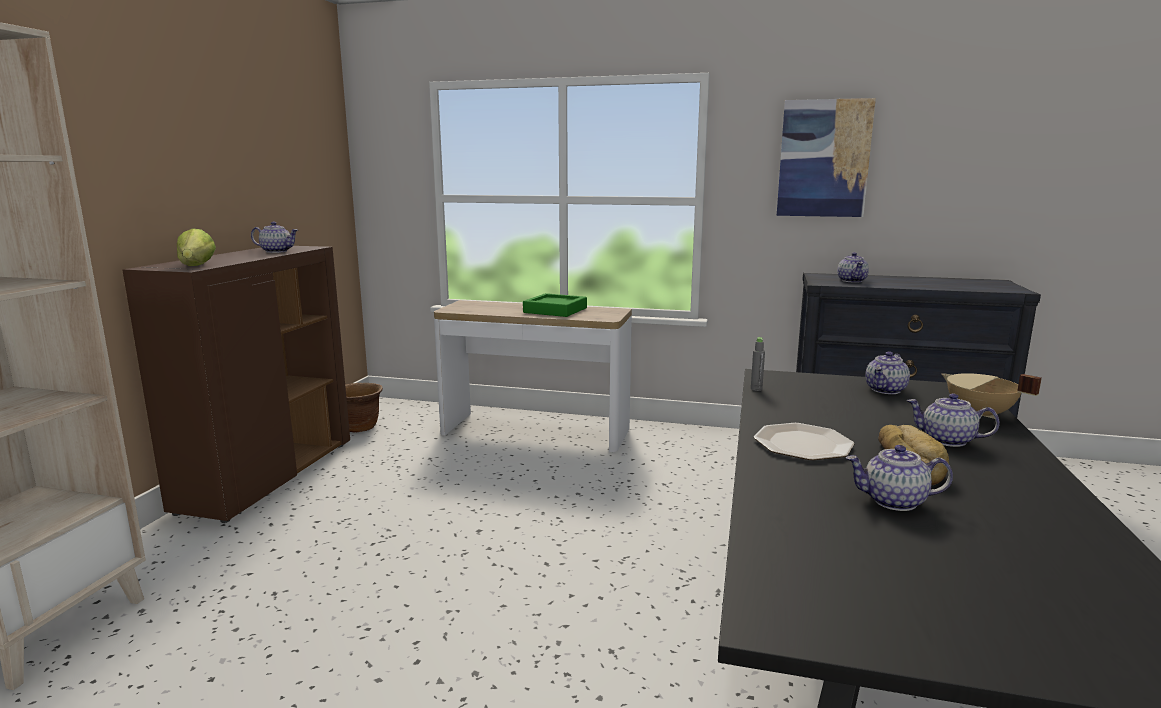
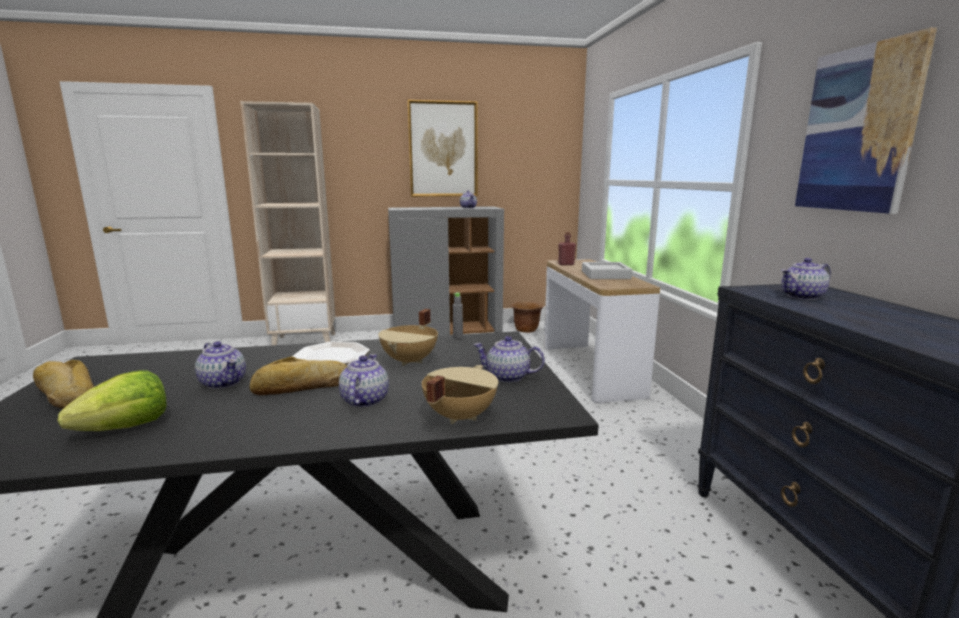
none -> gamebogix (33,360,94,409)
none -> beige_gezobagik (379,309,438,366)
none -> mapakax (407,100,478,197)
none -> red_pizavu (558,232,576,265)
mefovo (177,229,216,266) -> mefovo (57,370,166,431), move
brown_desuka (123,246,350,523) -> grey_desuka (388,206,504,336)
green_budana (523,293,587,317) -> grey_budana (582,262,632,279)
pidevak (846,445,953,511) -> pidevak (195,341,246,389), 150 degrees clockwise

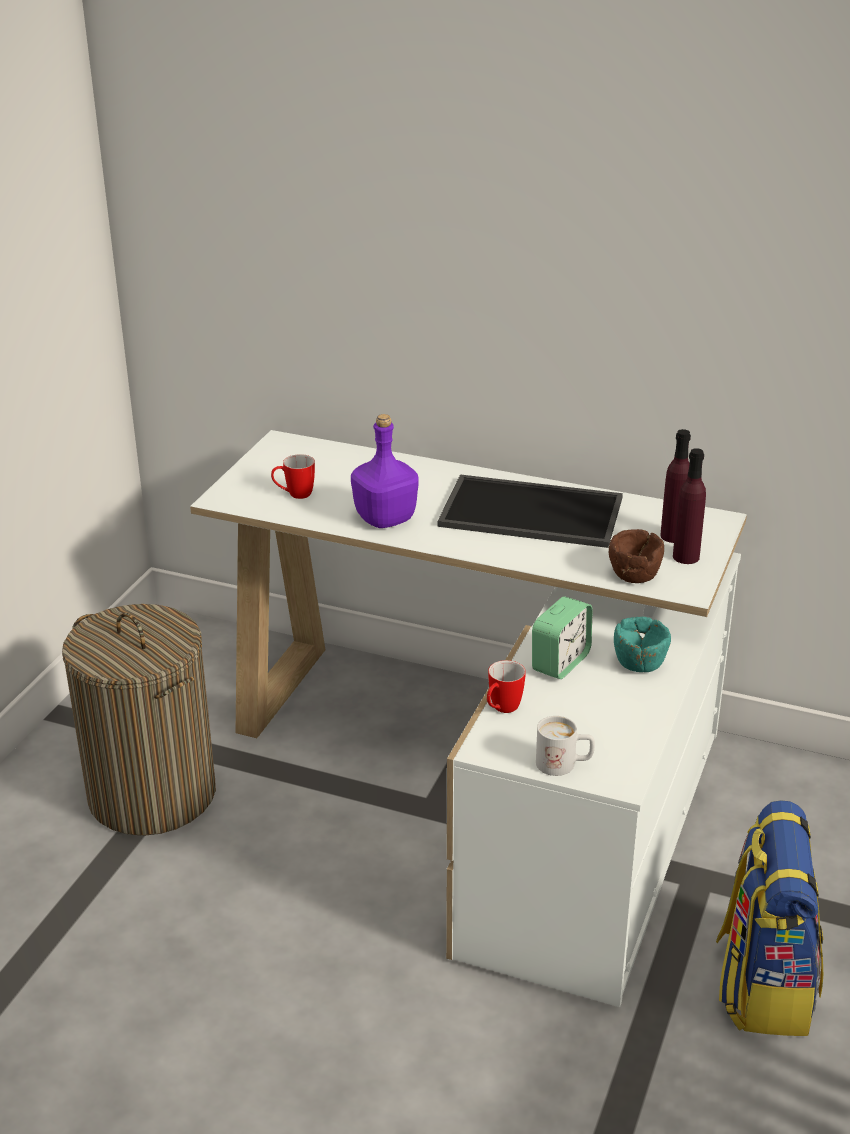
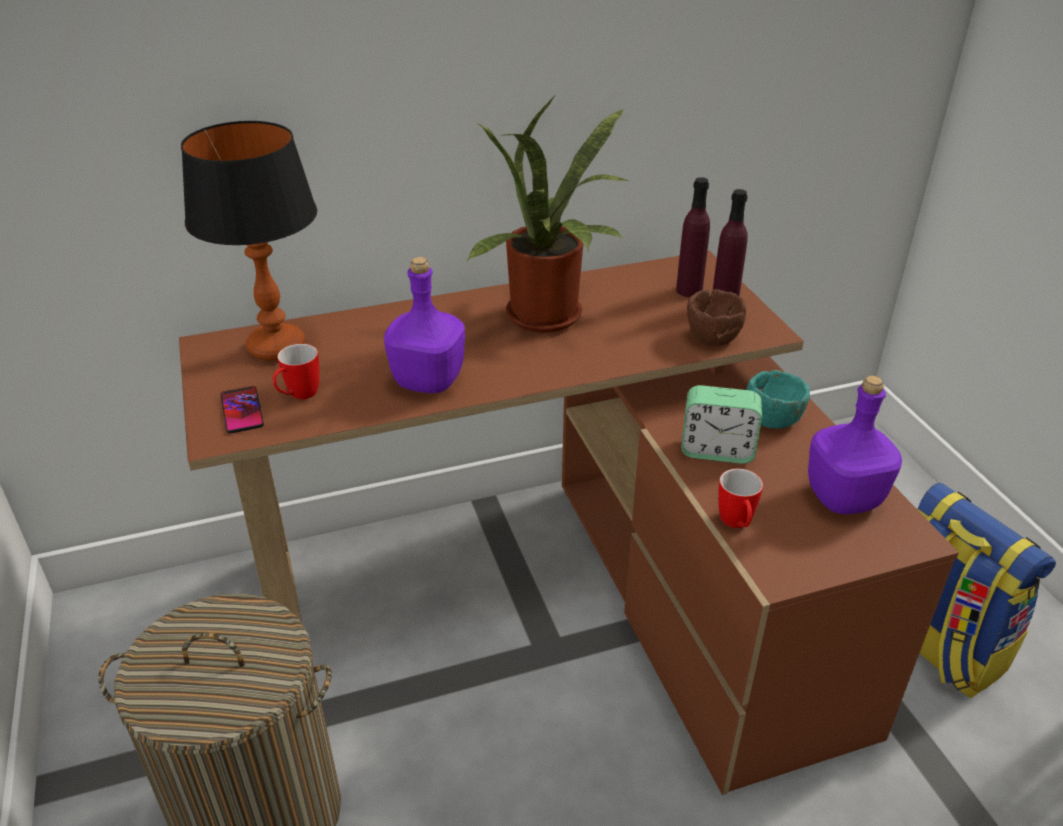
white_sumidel (536,716,595,776) -> none
none -> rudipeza (181,121,317,361)
none -> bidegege (220,386,264,433)
none -> purple_pizavu (808,376,902,514)
budana (437,475,623,548) -> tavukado (466,97,628,333)
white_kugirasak (190,430,747,1007) -> brown_kugirasak (179,251,959,795)
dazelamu (532,596,592,679) -> dazelamu (681,385,762,464), 105 degrees clockwise

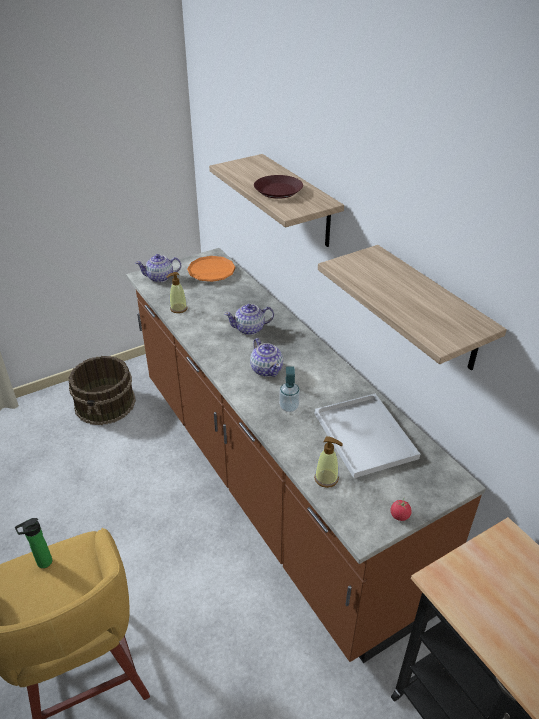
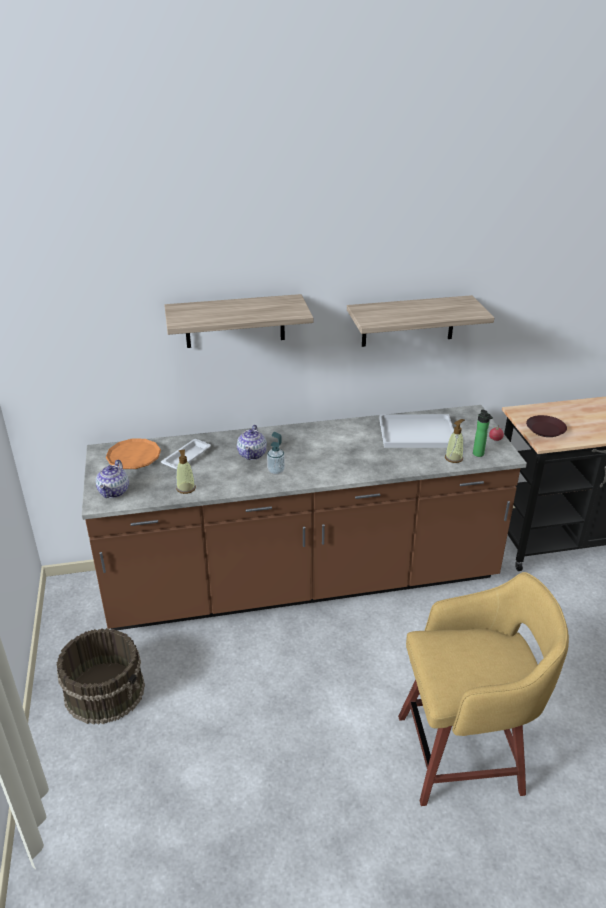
pidevak (250,338,283,377) -> none
none -> white_budana (161,439,211,469)
pizavu (15,518,52,568) -> pizavu (473,409,493,457), move
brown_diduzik (254,175,303,199) -> brown_diduzik (526,415,567,437), move
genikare (279,366,300,412) -> genikare (267,432,285,474), move

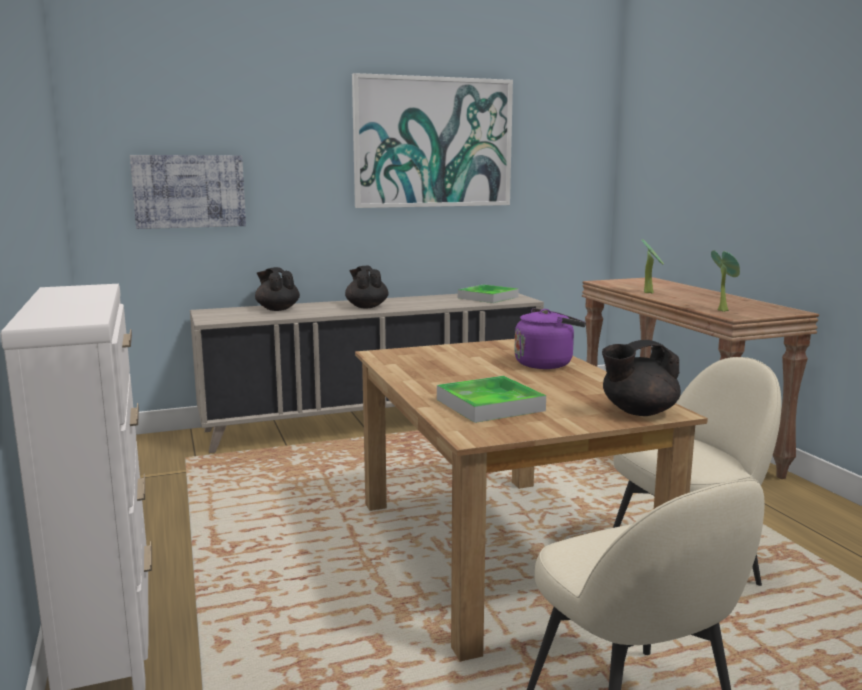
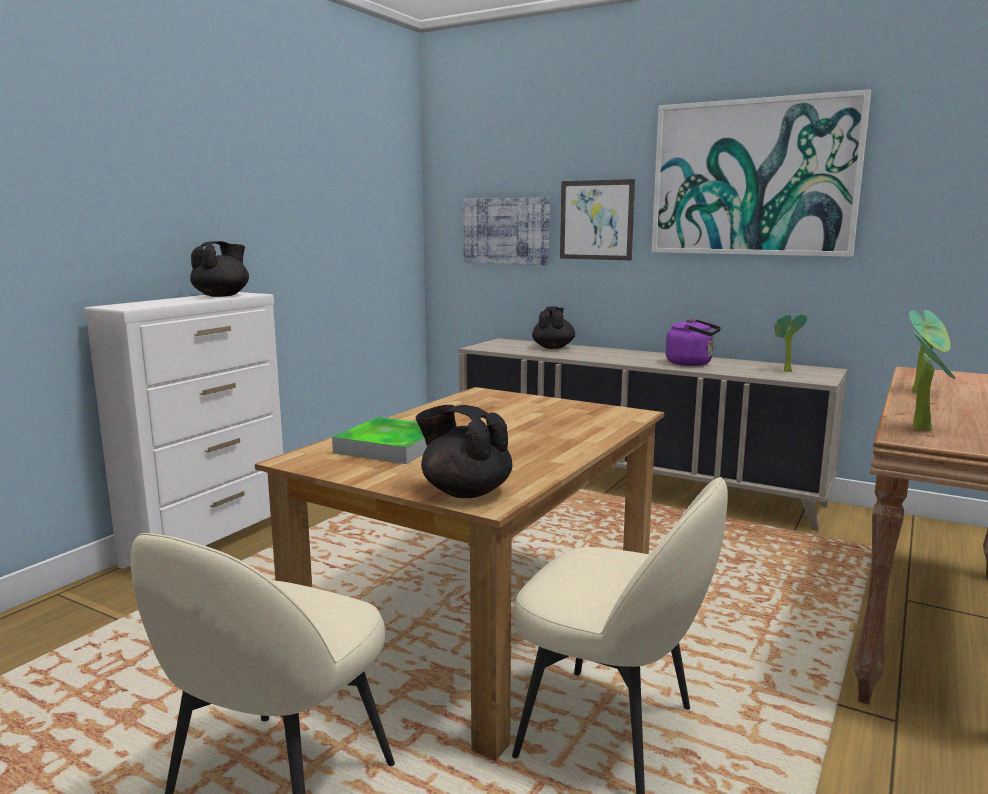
none -> mapakax (560,179,635,260)
black_pidevak (345,265,389,309) -> black_pidevak (190,241,249,297), move
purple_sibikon (514,308,586,369) -> purple_sibikon (666,319,721,366), move
budana (458,284,519,303) -> tavukado (775,314,807,372)

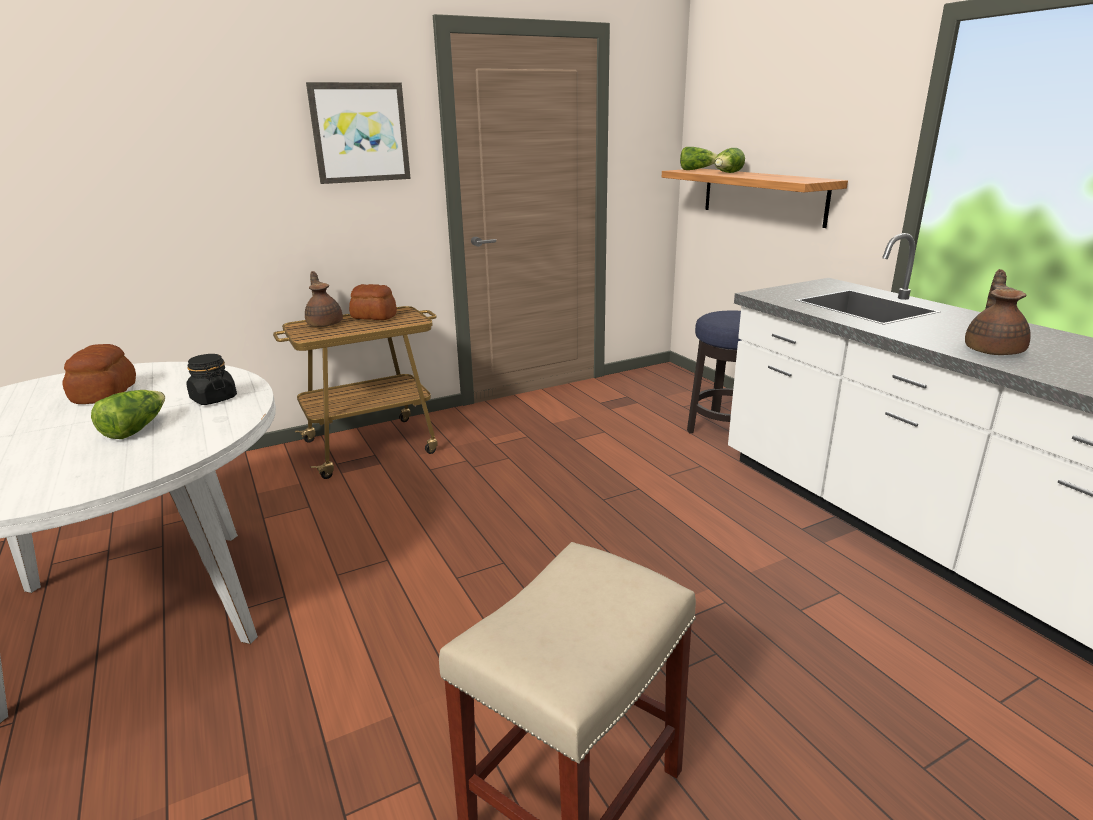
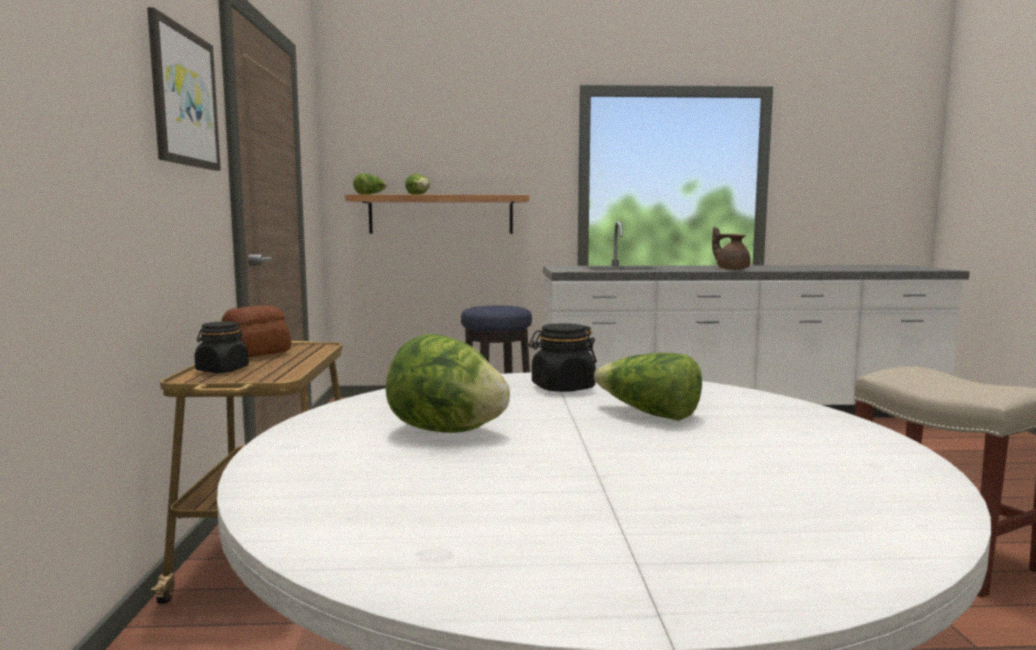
gamebogix (62,344,136,404) -> mefovo (386,334,510,433)
brown_pidevak (305,271,343,327) -> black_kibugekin (194,321,249,373)

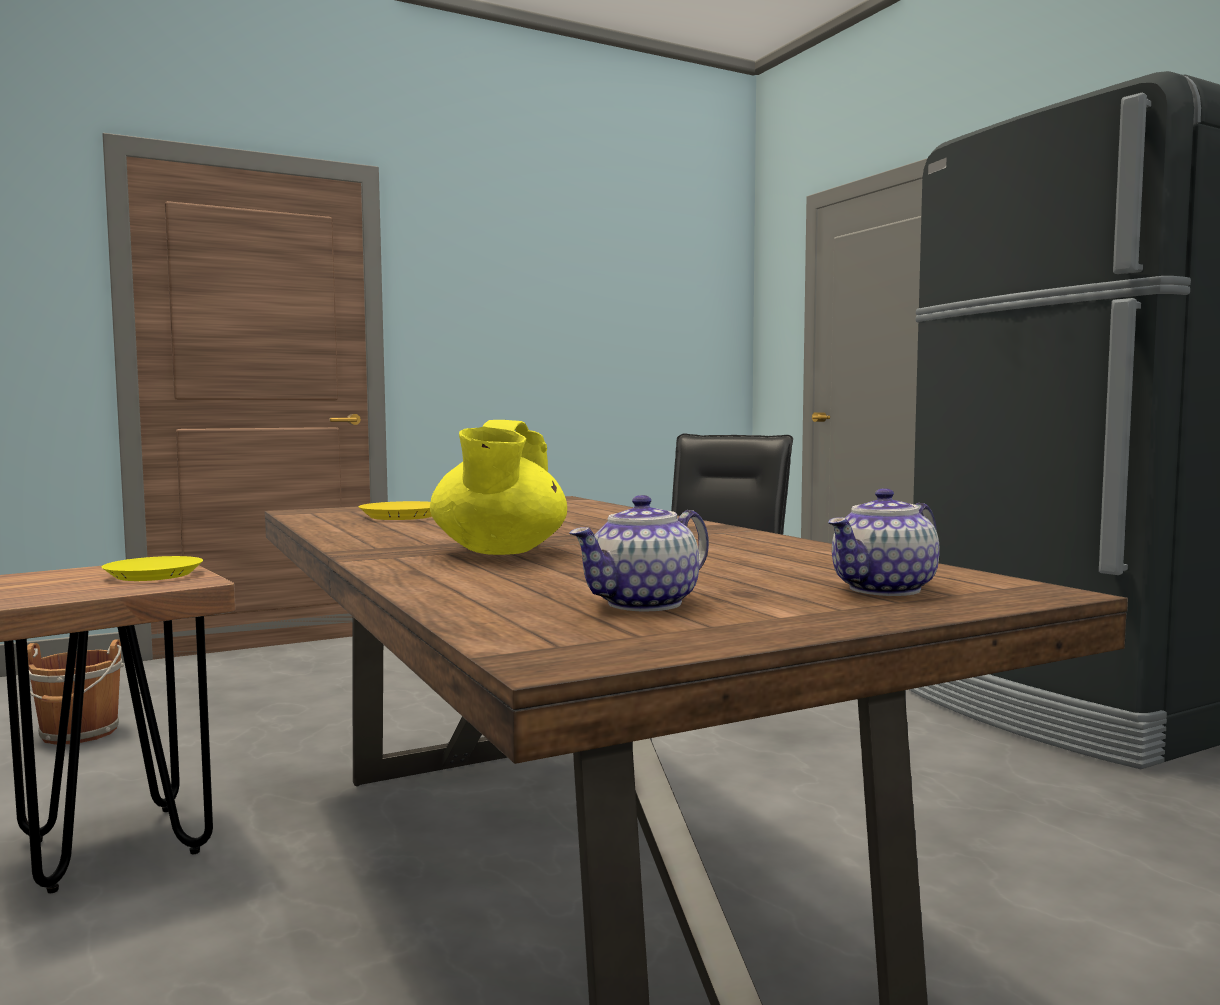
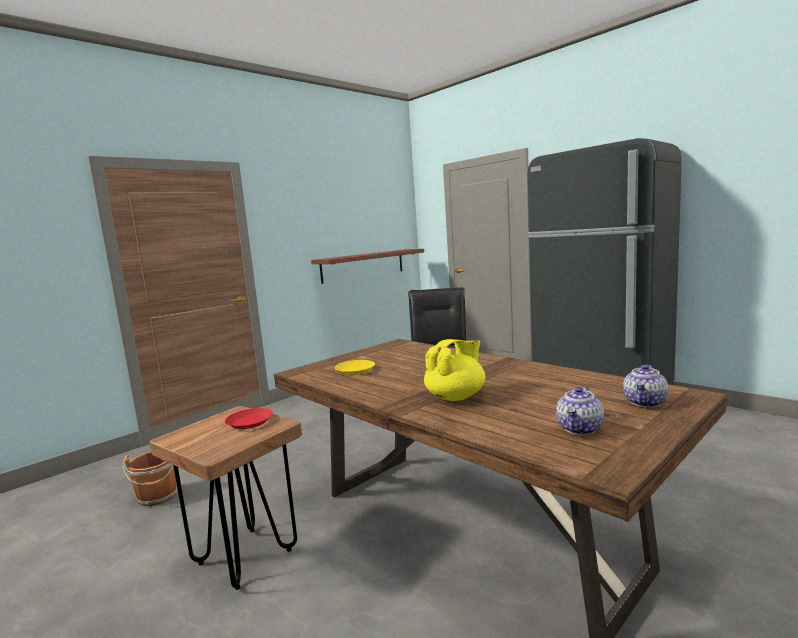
none -> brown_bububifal (311,249,424,284)
yellow_diduzik (102,556,203,581) -> red_diduzik (225,408,273,429)
yellow_pidevak (430,420,567,555) -> yellow_pidevak (424,339,485,401), 120 degrees counterclockwise

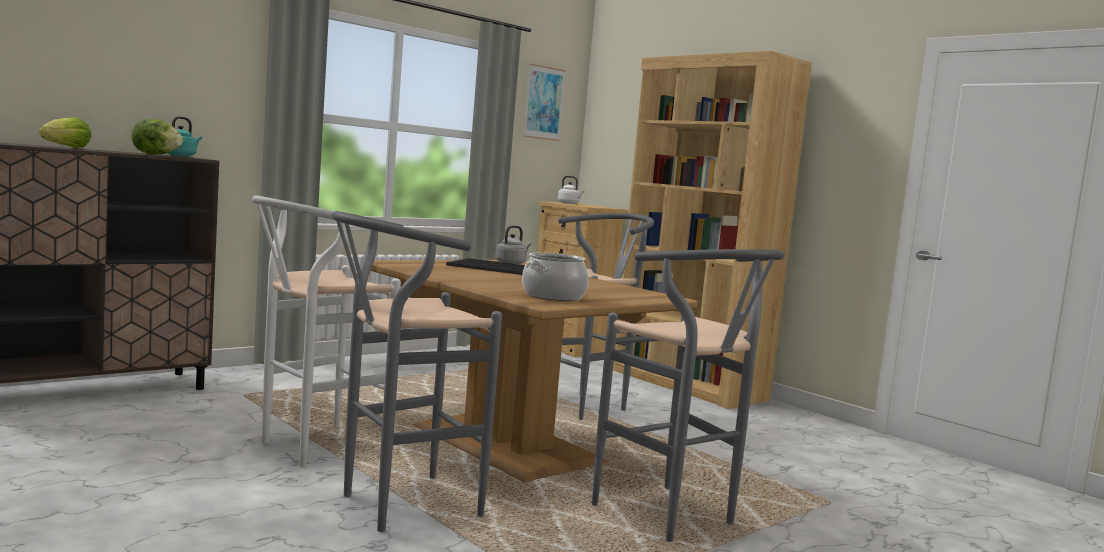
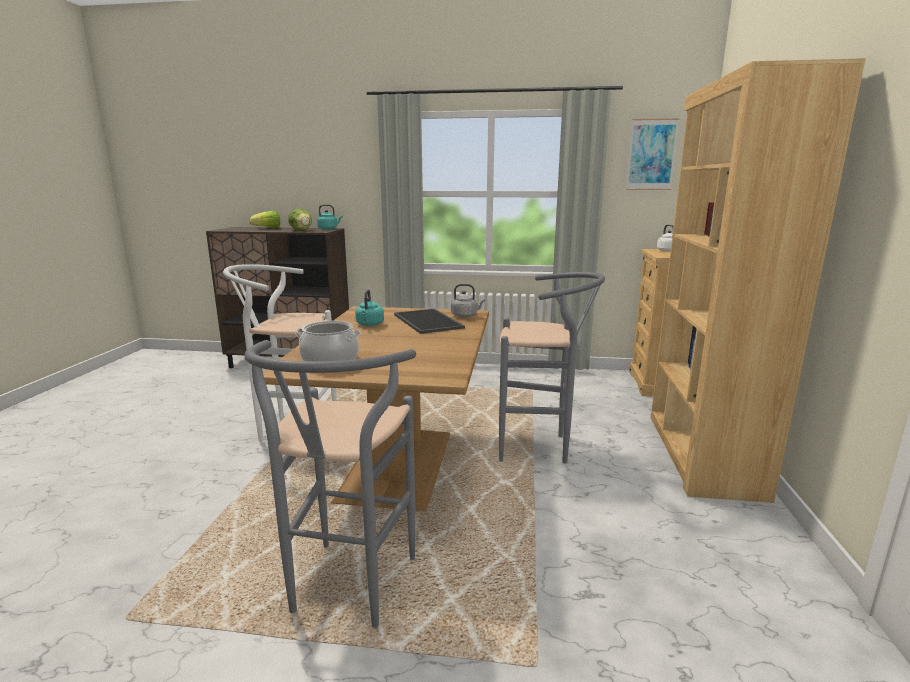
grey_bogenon (332,211,502,532) -> none
none -> turquoise_sibikon (355,289,384,326)

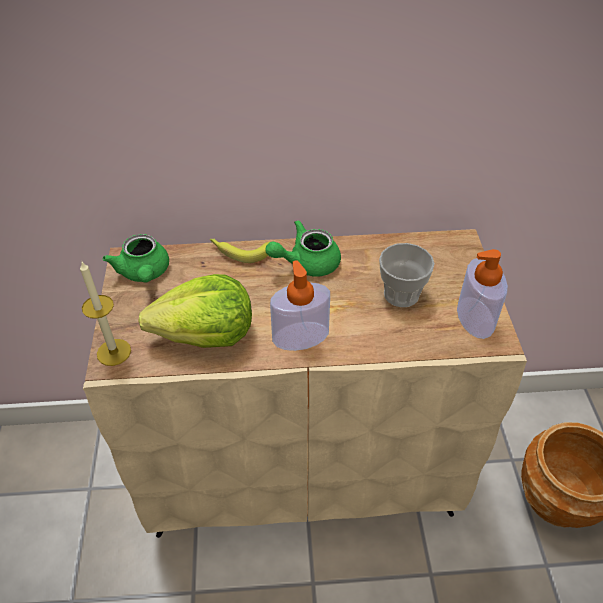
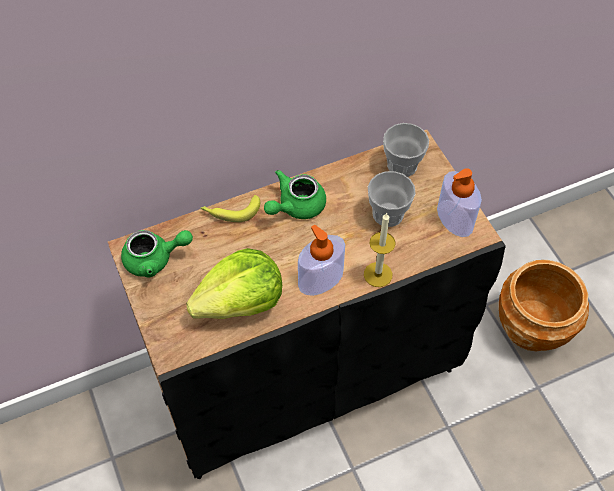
none -> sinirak (383,123,429,177)
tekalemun (80,260,131,366) -> tekalemun (364,212,396,287), move
beige_desuka (83,229,527,538) -> black_desuka (108,130,506,479)
green_pidevak (102,234,169,283) -> green_pidevak (121,230,193,277), 60 degrees counterclockwise

